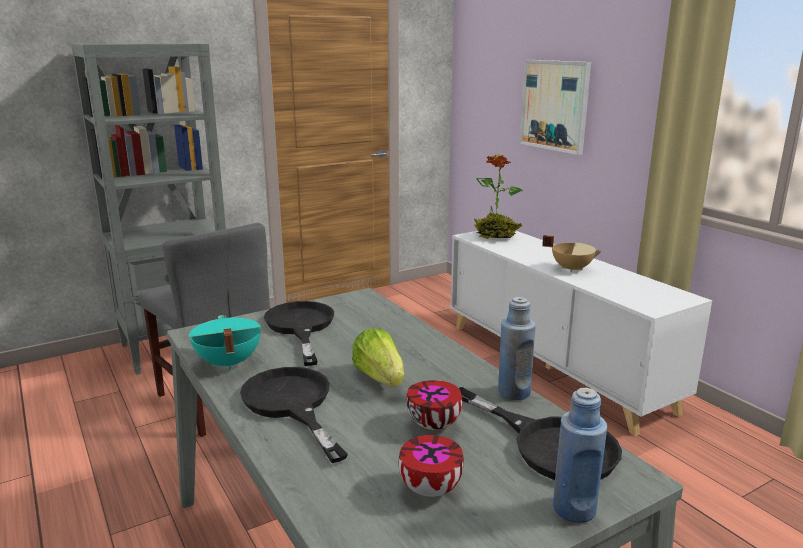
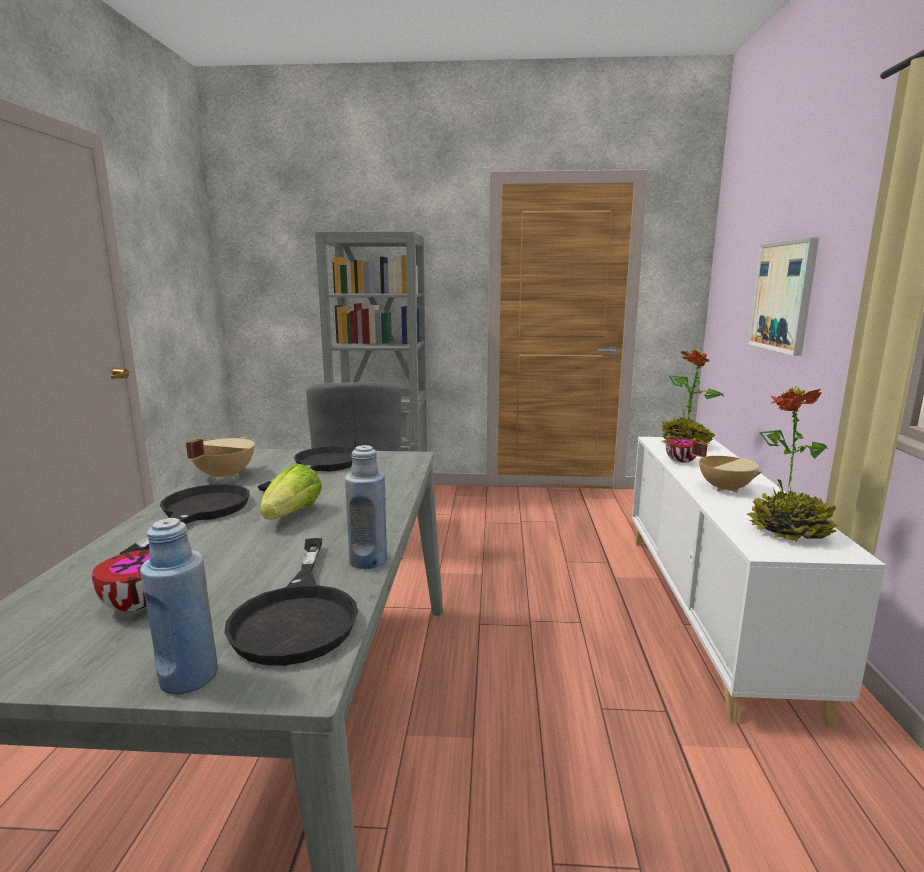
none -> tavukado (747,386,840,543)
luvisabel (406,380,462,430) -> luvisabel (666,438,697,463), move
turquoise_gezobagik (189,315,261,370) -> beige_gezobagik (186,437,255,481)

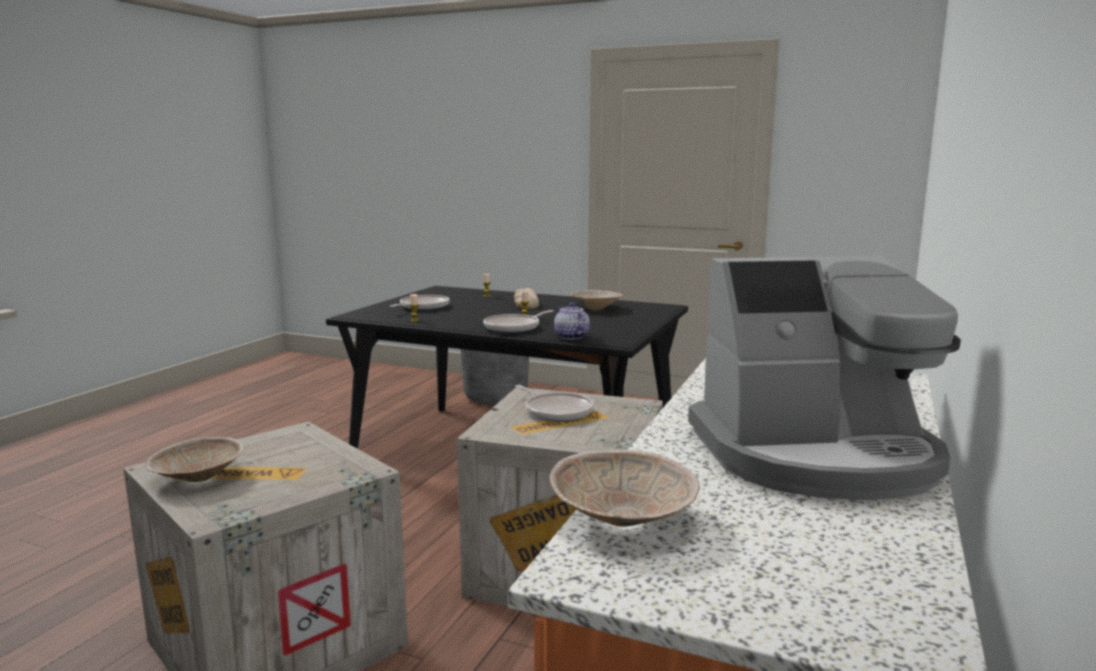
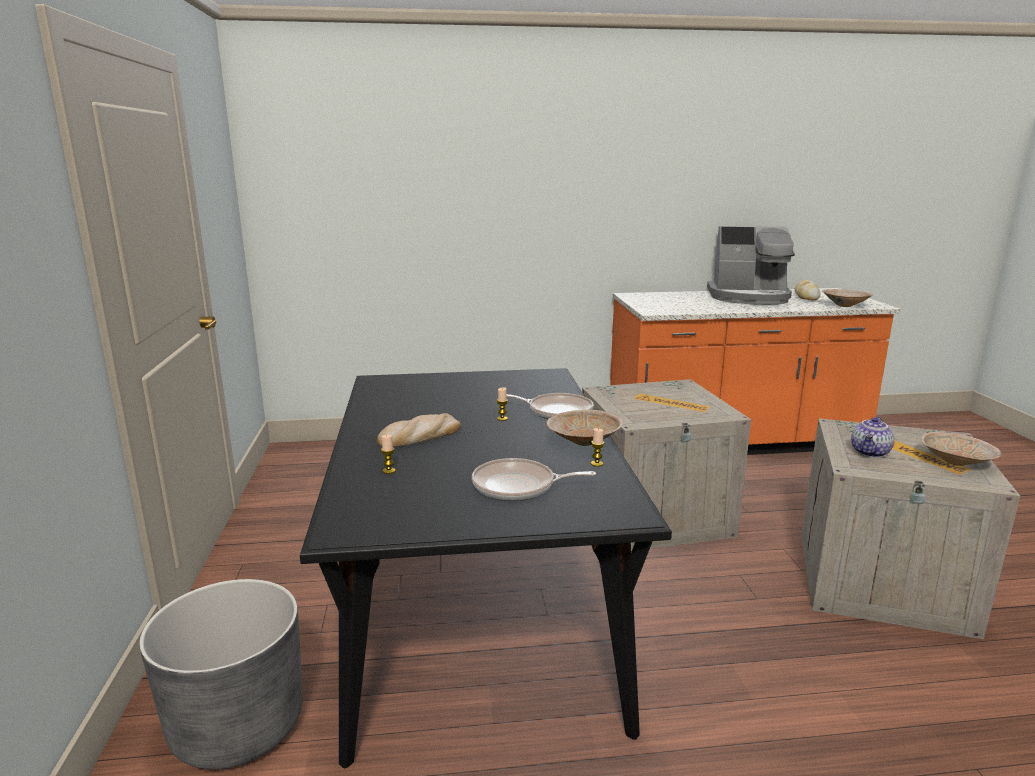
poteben (515,385,594,422) -> none
none -> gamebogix (794,280,820,301)
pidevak (554,303,590,340) -> pidevak (851,417,894,458), move
beige_luvisabel (570,290,623,310) -> beige_luvisabel (546,410,623,446), move
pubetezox (688,255,961,500) -> pubetezox (707,226,795,305), 135 degrees clockwise

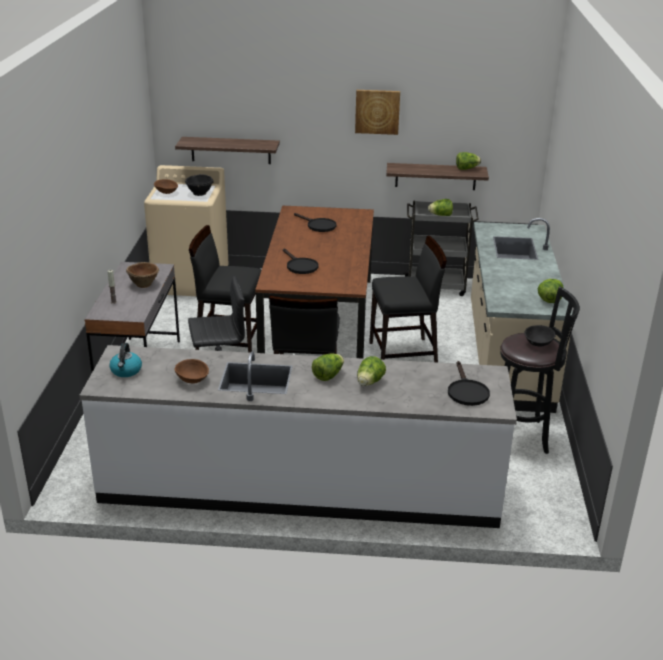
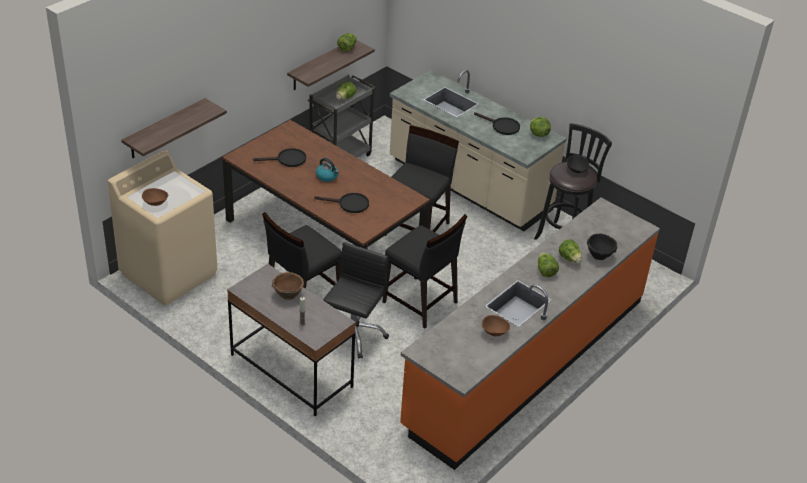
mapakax (355,90,400,135) -> none
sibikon (109,343,142,377) -> sibikon (316,158,339,182), move
black_luvisabel (185,174,214,196) -> black_luvisabel (587,234,617,260), move
black_poteben (448,361,490,406) -> black_poteben (474,112,520,135), move
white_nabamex (79,345,517,528) -> orange_nabamex (400,198,660,470)

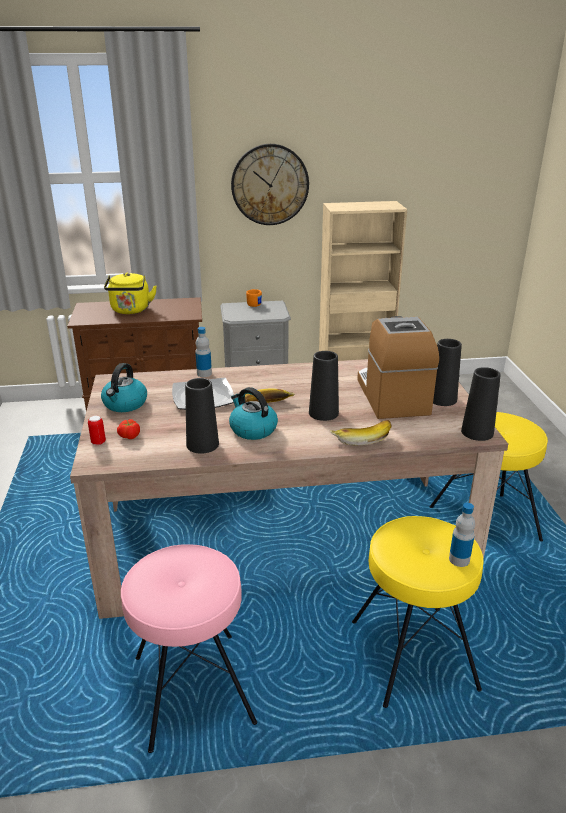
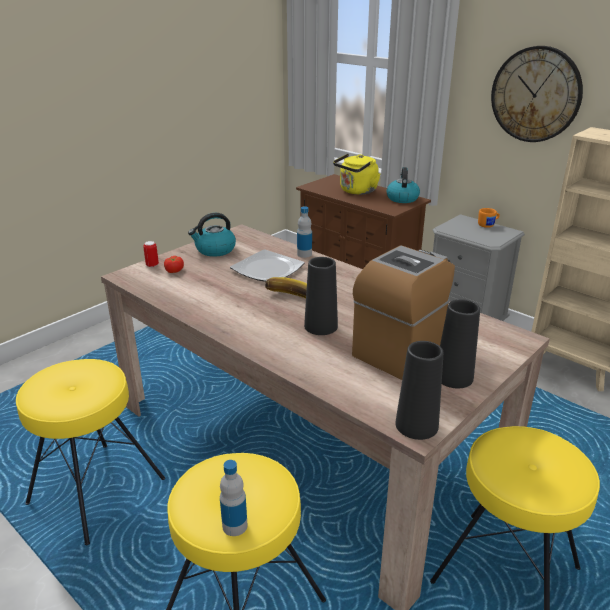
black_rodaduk (185,378,219,454) -> none
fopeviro (330,420,392,445) -> none
sibikon (229,387,278,440) -> sibikon (386,167,420,203), move
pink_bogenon (121,544,257,753) -> yellow_bogenon (16,359,165,545)

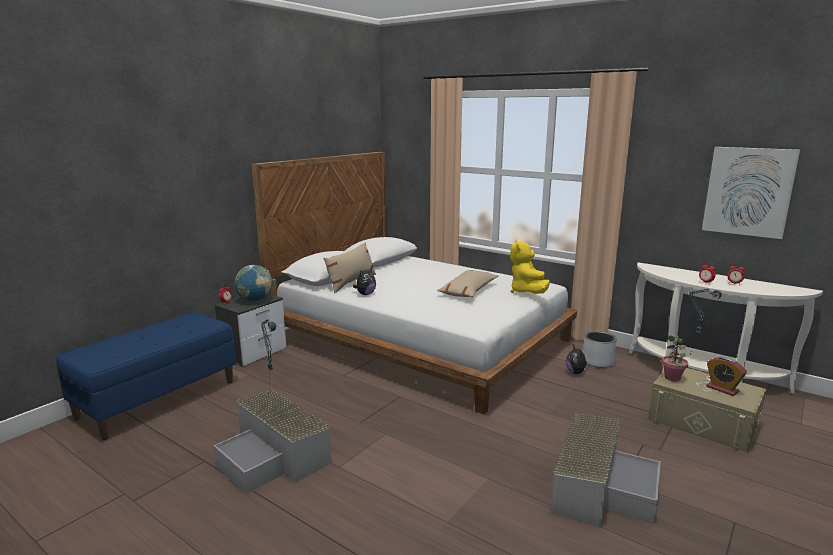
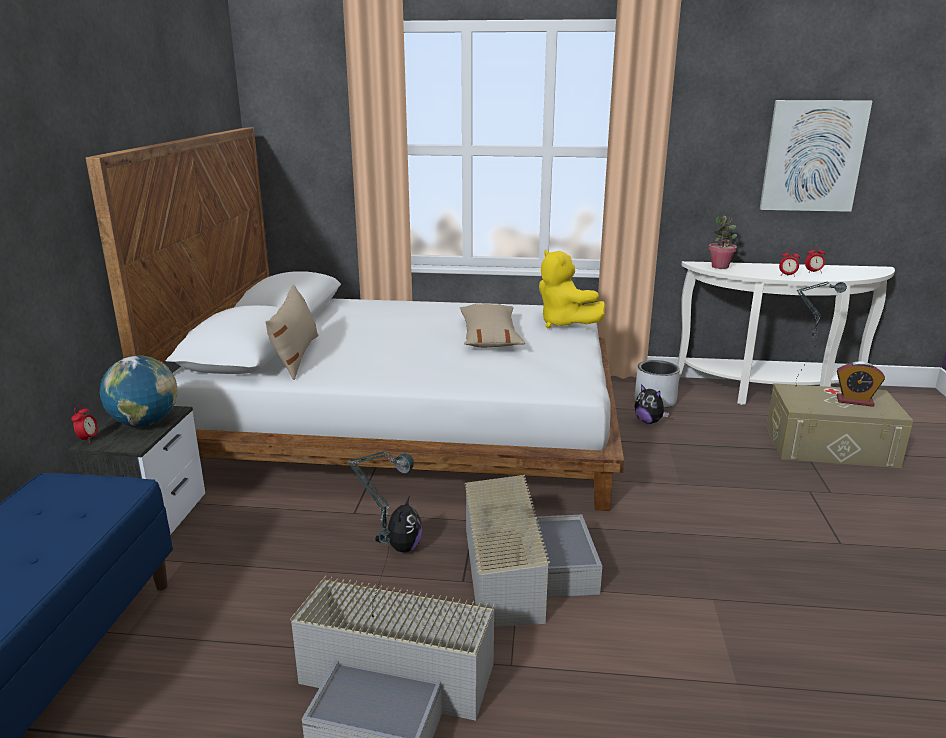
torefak (353,268,376,295) -> torefak (375,497,422,552), move
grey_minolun (551,414,661,528) -> grey_minolun (465,475,602,627), move
tavukado (662,335,688,382) -> tavukado (708,216,737,269), move

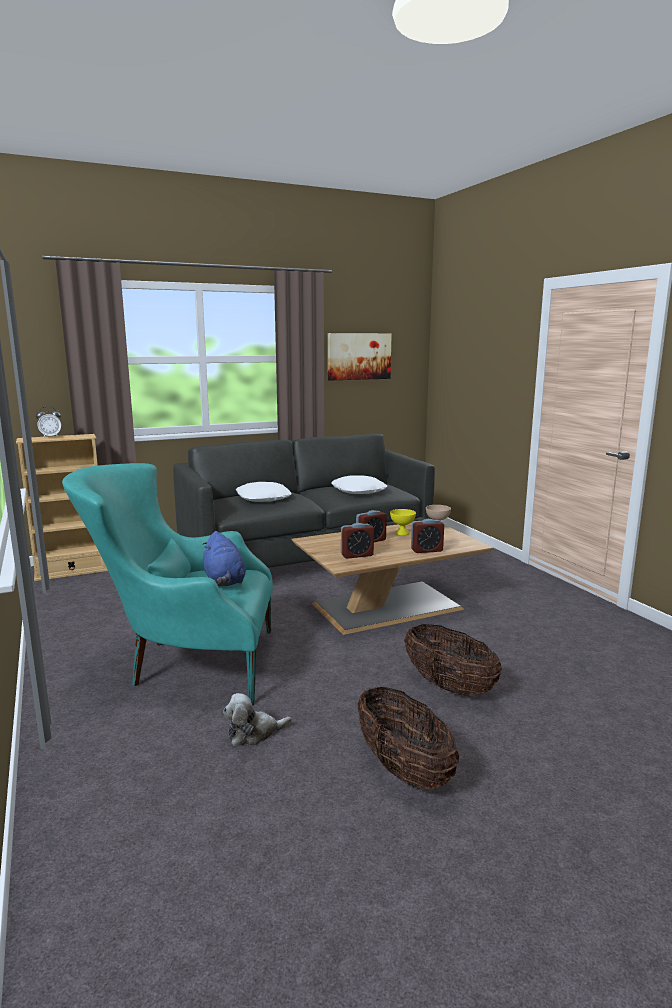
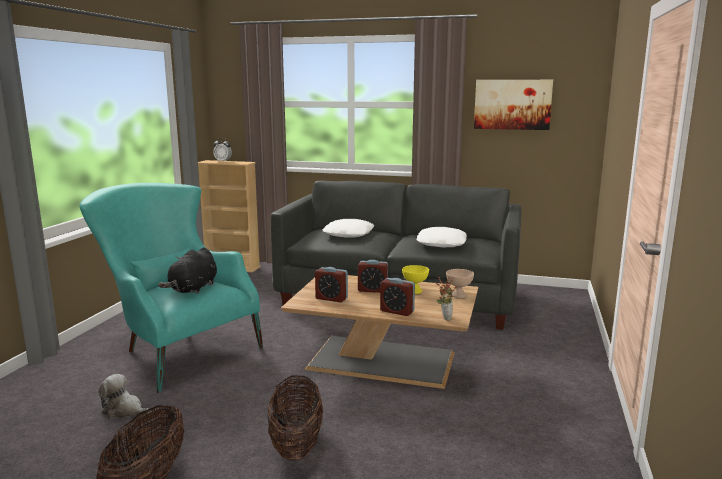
none -> tavukado (435,276,457,321)
blue_torefak (203,531,246,586) -> black_torefak (158,247,217,294)

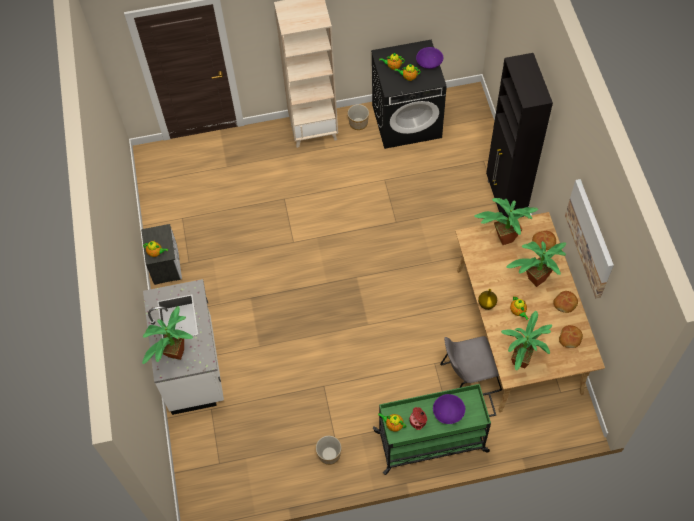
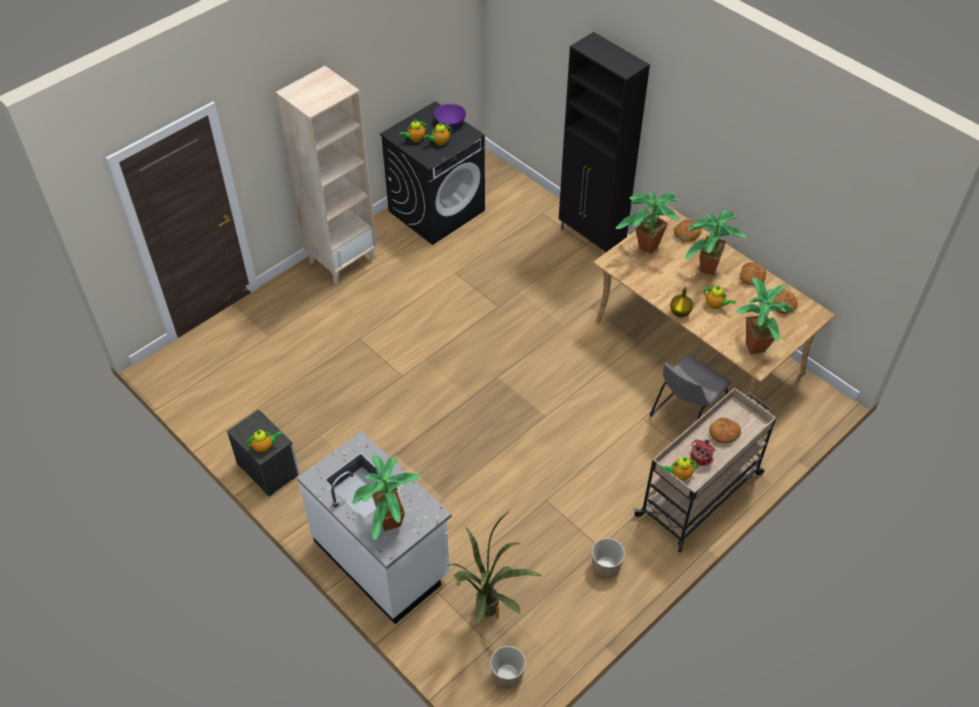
mapakax (565,179,614,298) -> none
none -> tavukado (446,513,542,625)
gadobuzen (348,104,369,130) -> gadobuzen (490,646,526,688), move
purple_luvisabel (433,394,465,424) -> gamebogix (709,418,741,443)
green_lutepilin (373,384,496,475) -> beige_lutepilin (634,388,776,552)

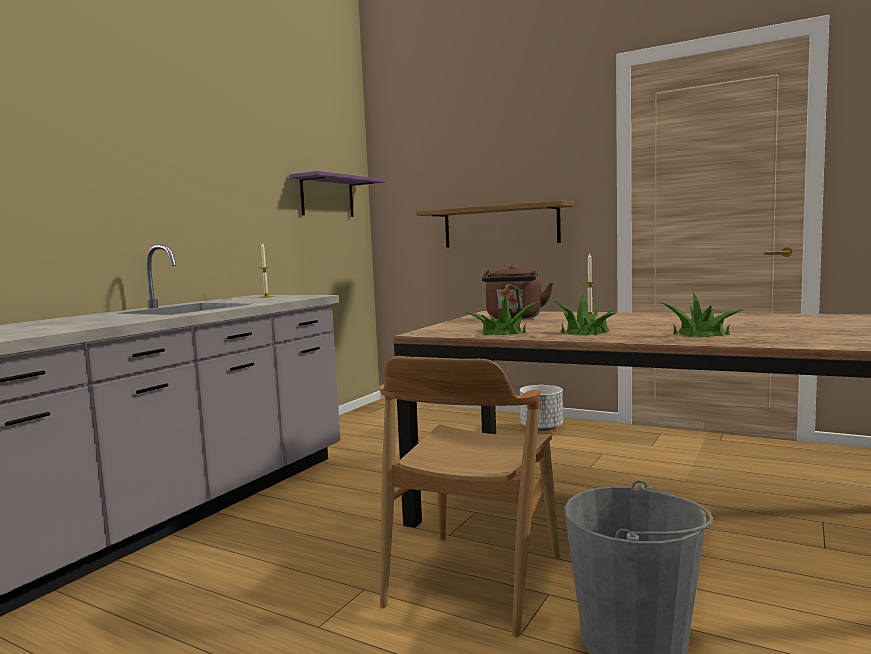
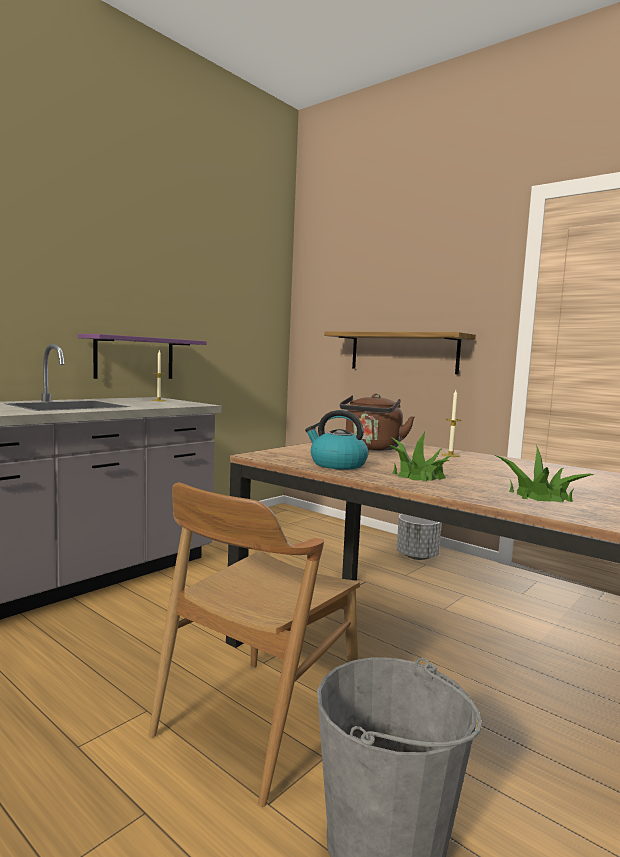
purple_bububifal (289,171,385,217) -> purple_bububifal (78,334,207,379), move
tavukado (466,296,540,335) -> sibikon (305,410,368,469)

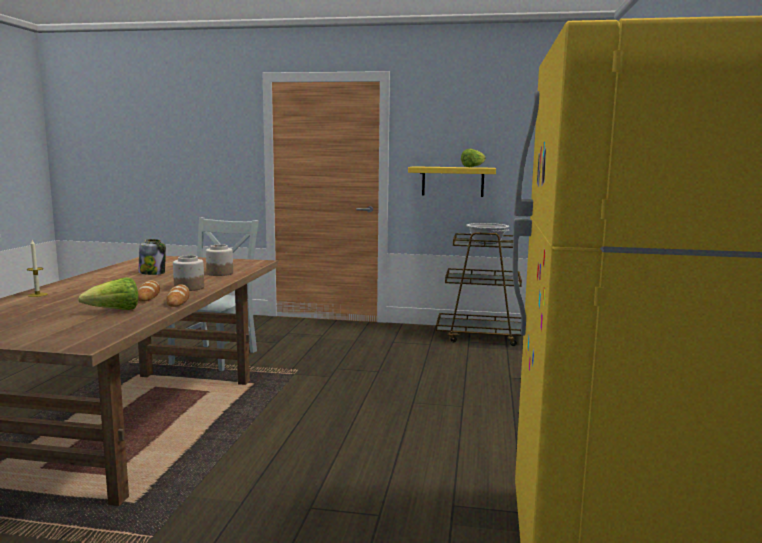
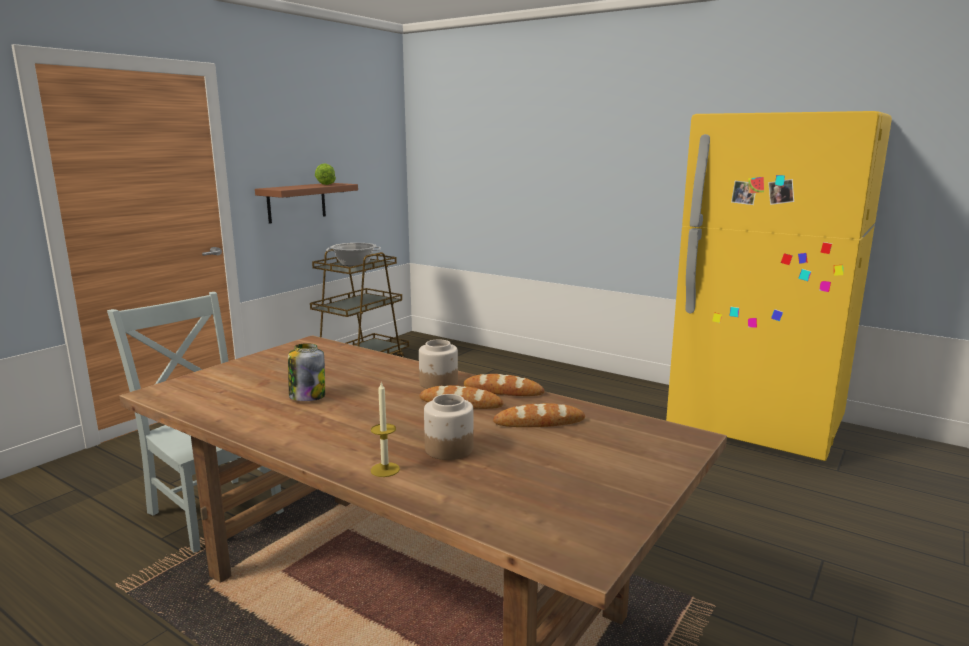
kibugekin (206,244,233,276) -> kibugekin (424,394,474,460), move
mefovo (78,277,138,310) -> gamebogix (493,403,585,427)
yellow_bububifal (408,166,496,197) -> brown_bububifal (255,183,358,224)

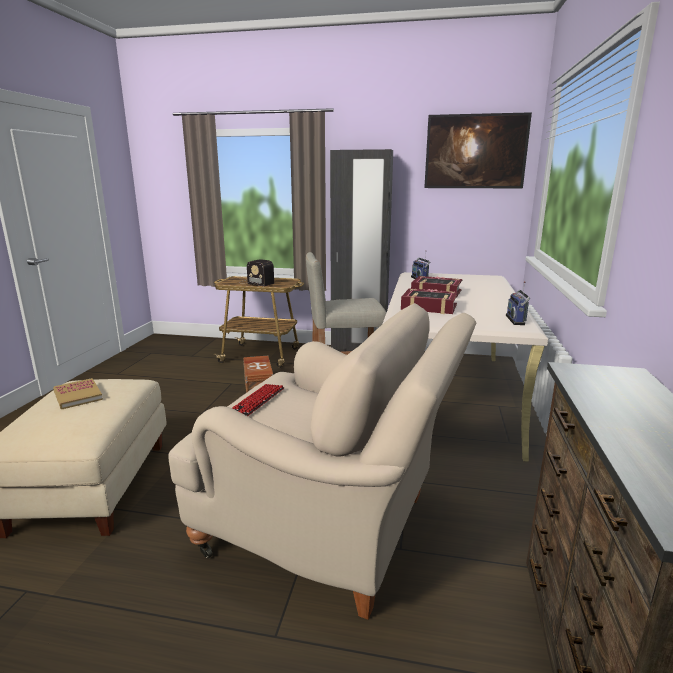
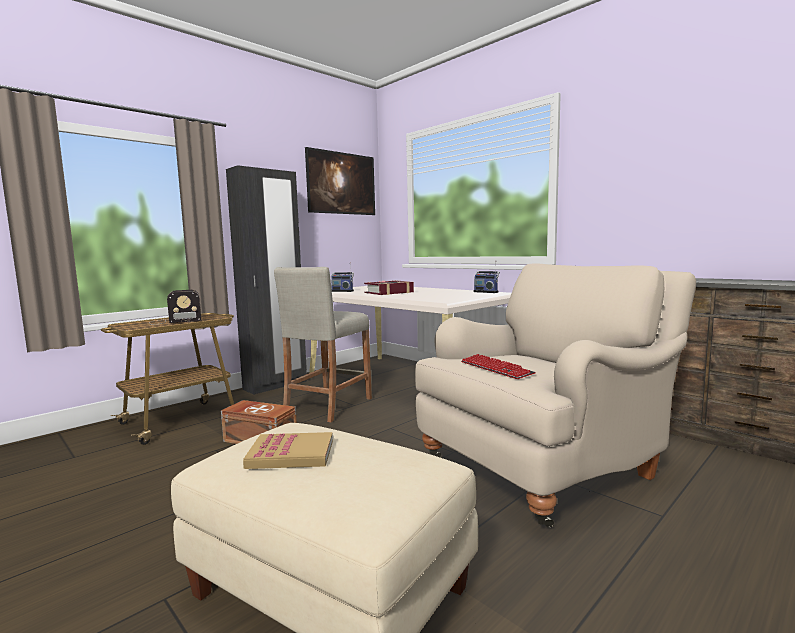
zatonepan (401,288,458,314) -> none

